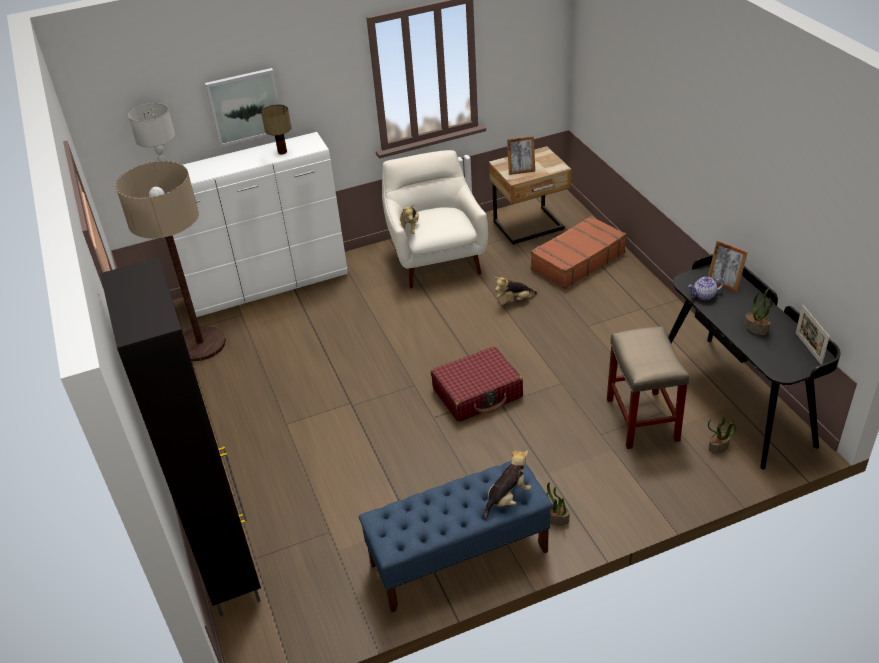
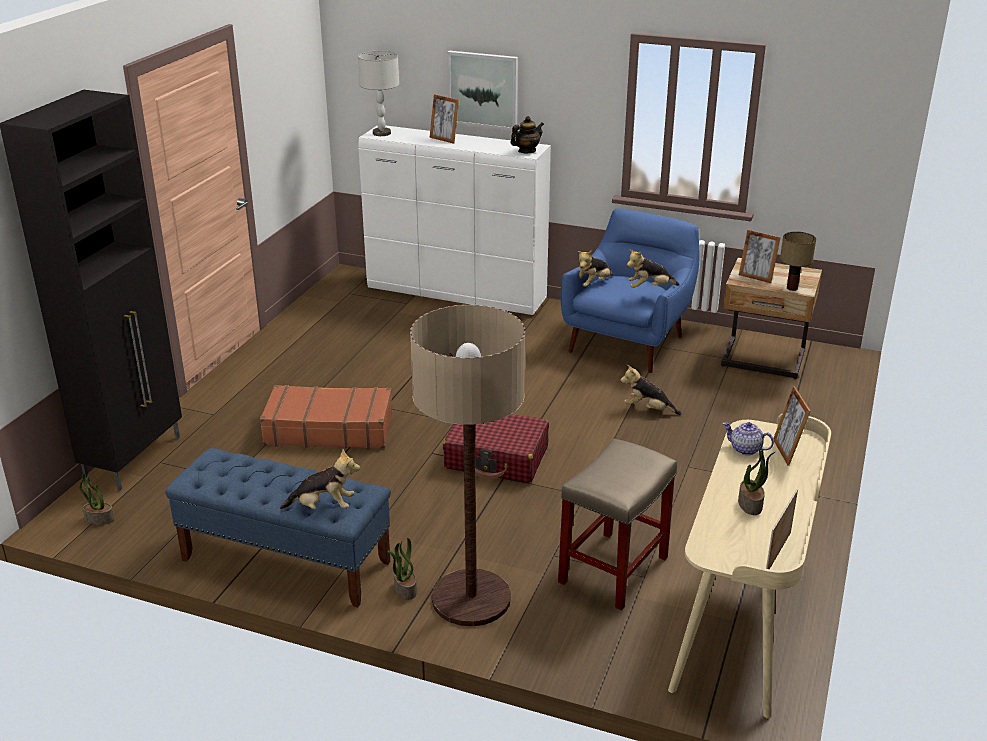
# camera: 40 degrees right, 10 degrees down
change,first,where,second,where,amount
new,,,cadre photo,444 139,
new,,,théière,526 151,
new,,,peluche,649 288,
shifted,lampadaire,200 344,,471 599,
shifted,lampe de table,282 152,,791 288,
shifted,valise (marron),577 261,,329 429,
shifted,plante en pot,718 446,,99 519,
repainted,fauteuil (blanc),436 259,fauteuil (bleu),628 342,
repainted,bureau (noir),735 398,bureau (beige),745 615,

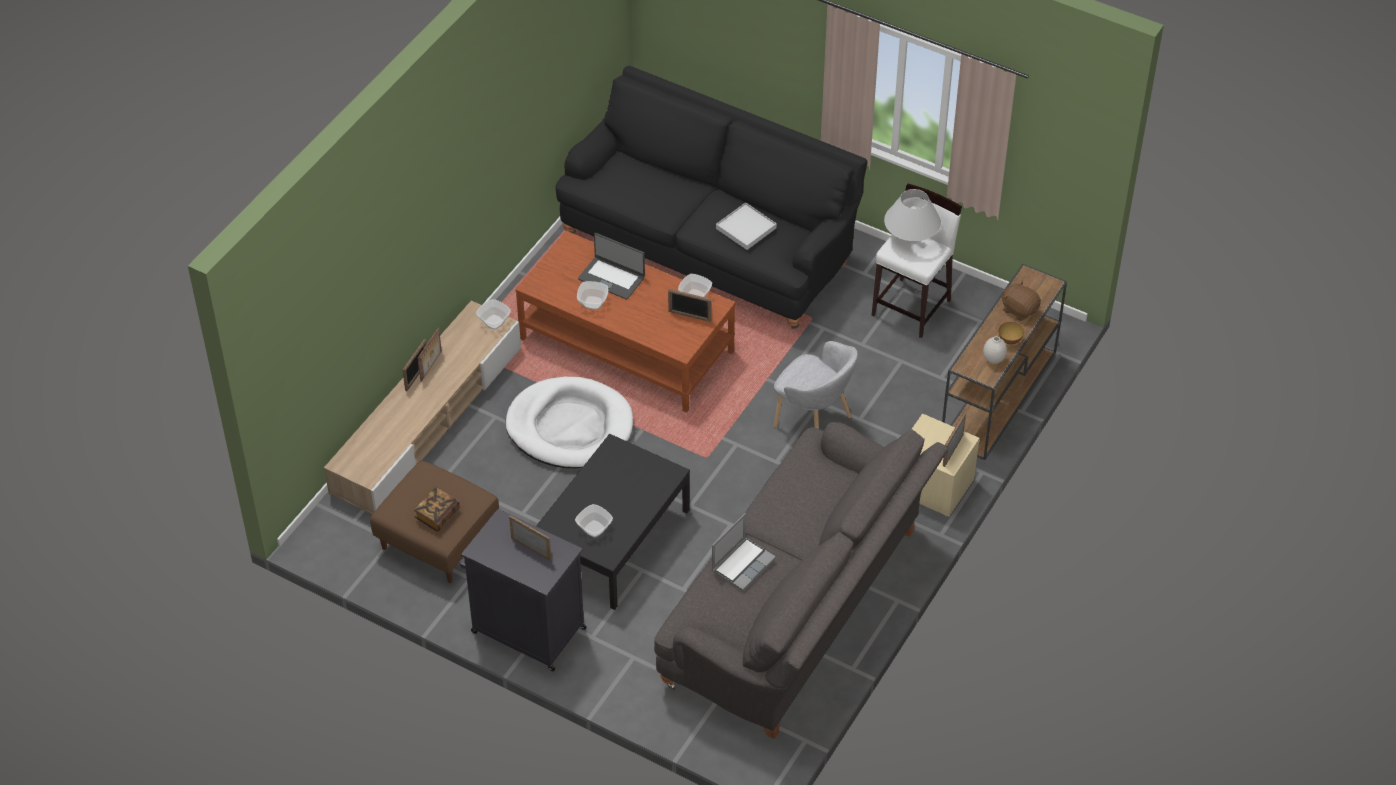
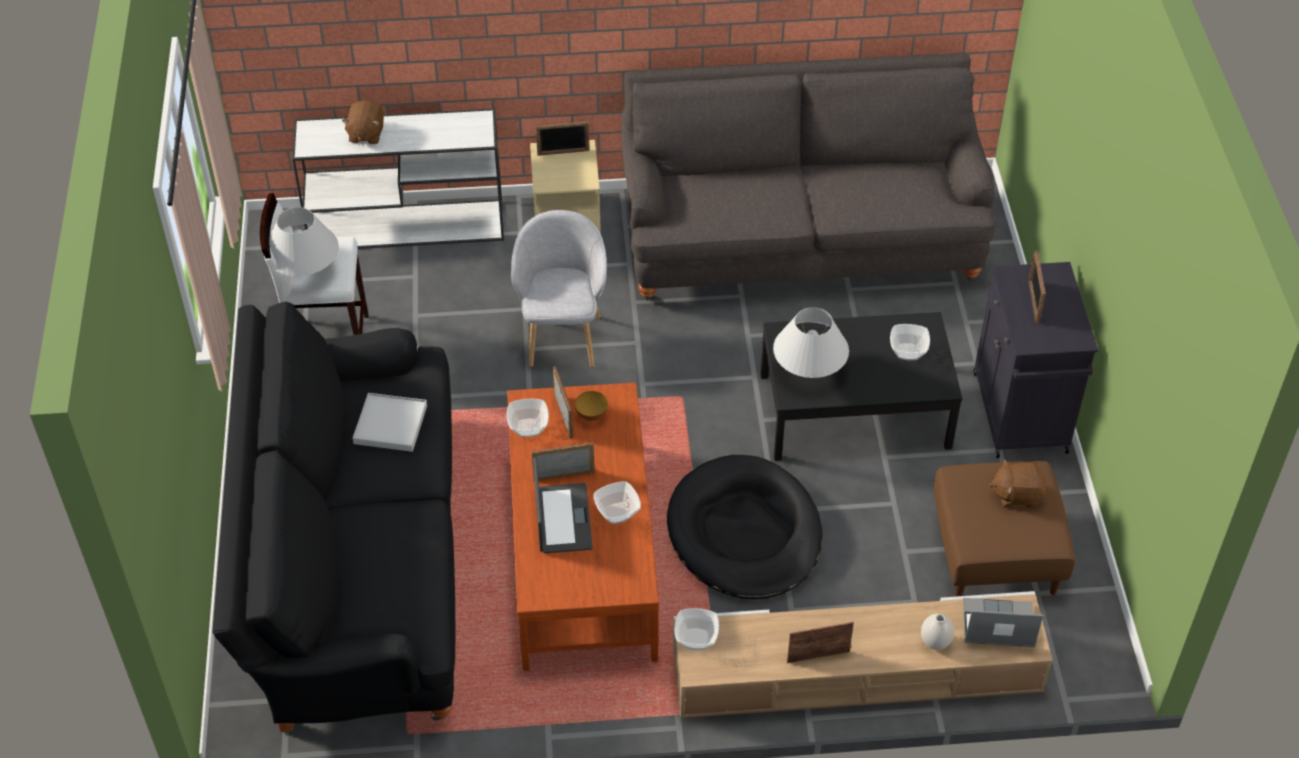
# camera: 125 degrees left, 0 degrees up
change,first,where,second,where,amount
new,,,lampe de table (blanc),808 370,
shifted,cadre photo,417 376,,564 475,
shifted,ordinateur portable,743 564,,997 625,
shifted,vase (blanc),993 360,,934 643,
shifted,bol,1009 340,,591 415,
swapped,livre,437 515,peluche (marron),1016 495,
repainted,panier pour chien (blanc),570 427,panier pour chien (noir),744 533,
repainted,table console (marron),998 397,table console (blanc),409 225,

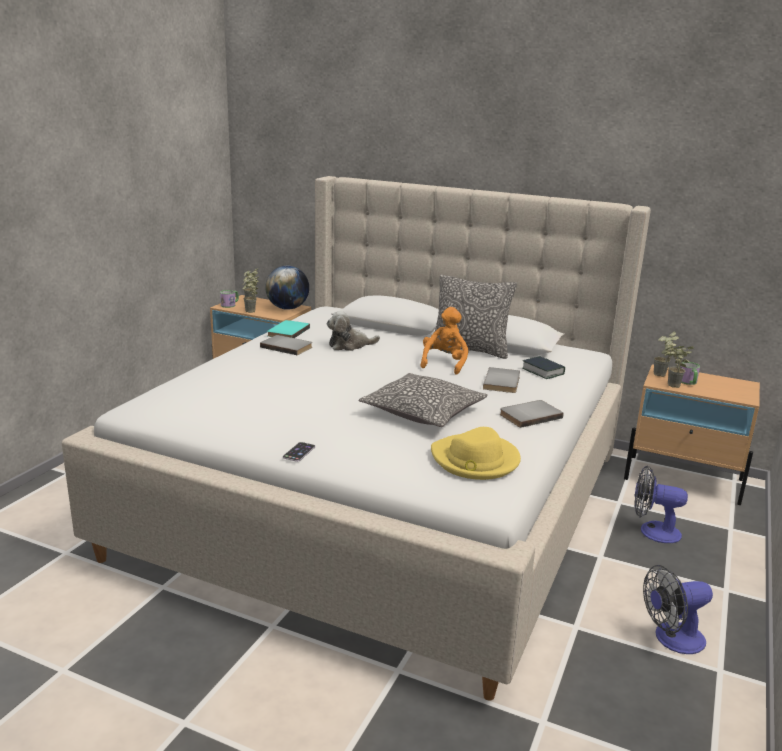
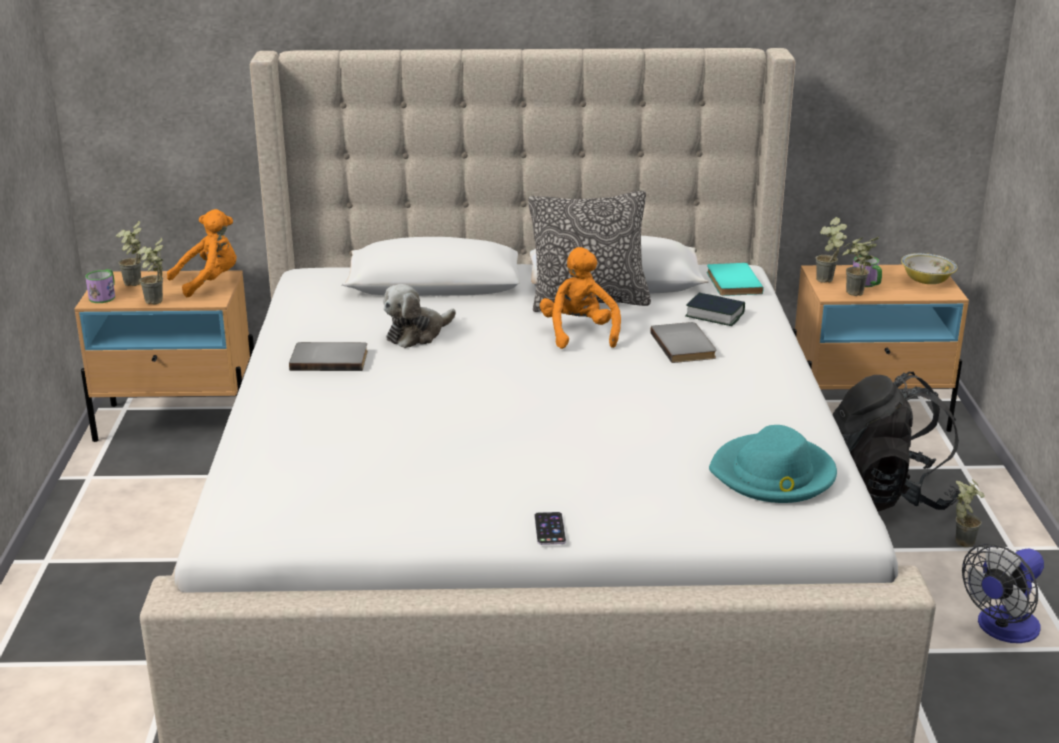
# camera: 25 degrees left, 5 degrees up
change,first,where,second,where,amount
gone,coussin,423 412,,,
gone,livre (gris),529 415,,,
new,,,bol,926 280,
new,,,plante en pot,961 539,
shifted,livre (turquoise),287 332,,731 282,
swapped,globe,287 308,peluche (orange),209 282,
swapped,ventilateur,652 531,sac à dos (noir),884 497,
repainted,chapeau (jaune),475 460,chapeau (turquoise),773 474,

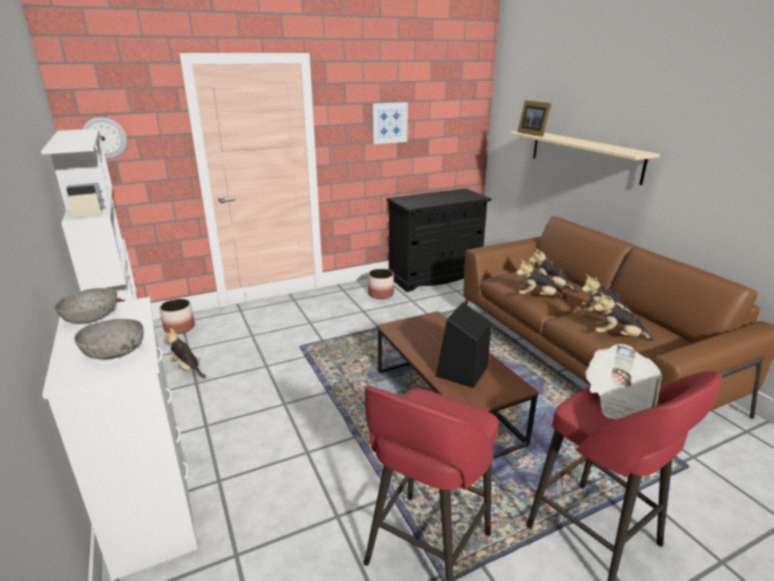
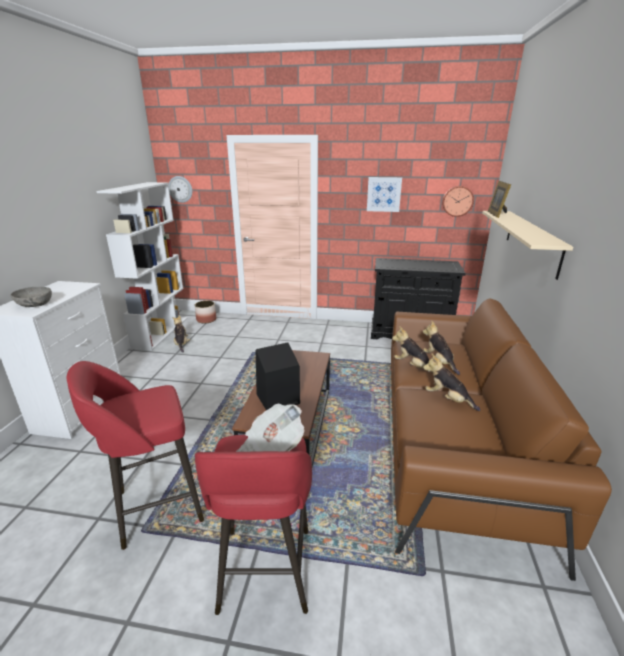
# camera: 35 degrees right, 0 degrees up
change,first,where,second,where,amount
gone,bol (gris),91 317,,,
gone,cache-pot,381 294,,,
gone,peluche,618 337,,,
new,,,horloge murale,457 201,

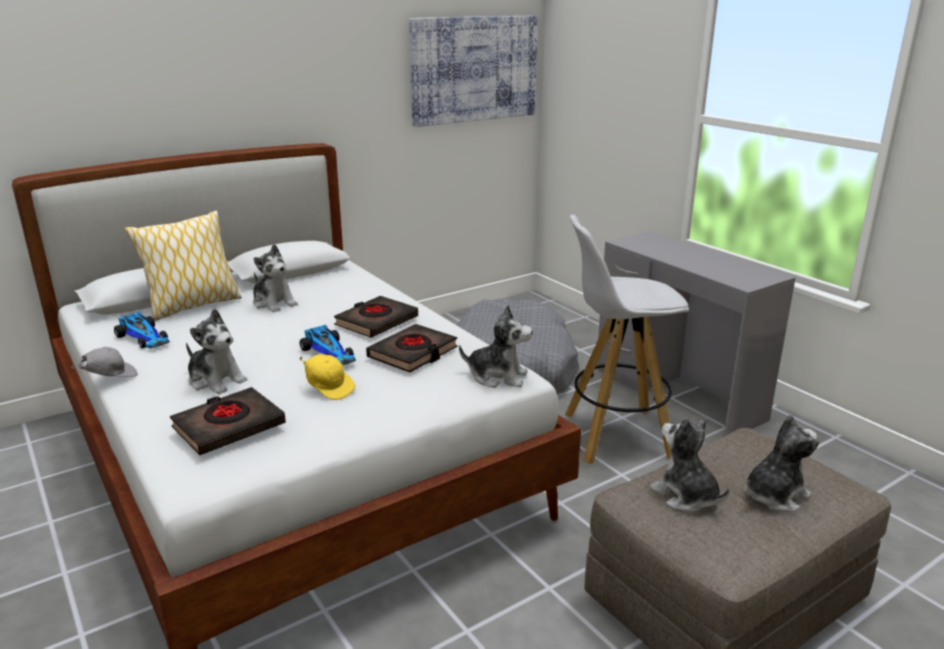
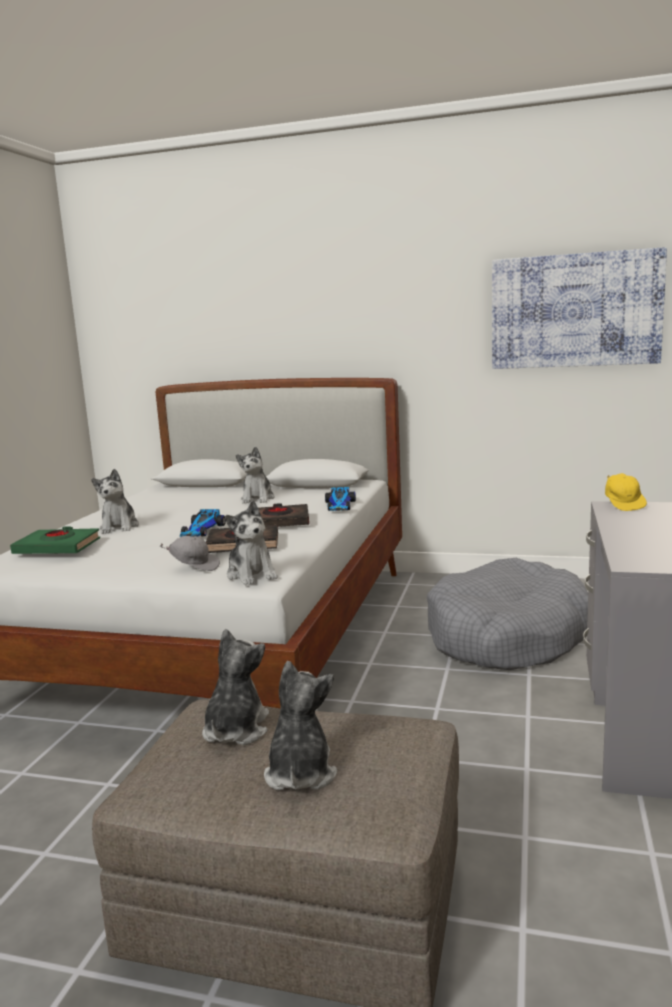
# camera: 50 degrees right, 10 degrees down
change,first,where,second,where,amount
gone,coussin,193 306,,,
gone,tabouret (blanc),615 435,,,
shifted,casquette (gris),110 378,,194 567,
shifted,petite voiture,145 338,,340 506,
shifted,casquette (jaune),329 388,,624 505,
repainted,livre (noir),229 426,livre (vert),57 547,
rotated,peluche,774 495,,300 773,105 degrees counterclockwise

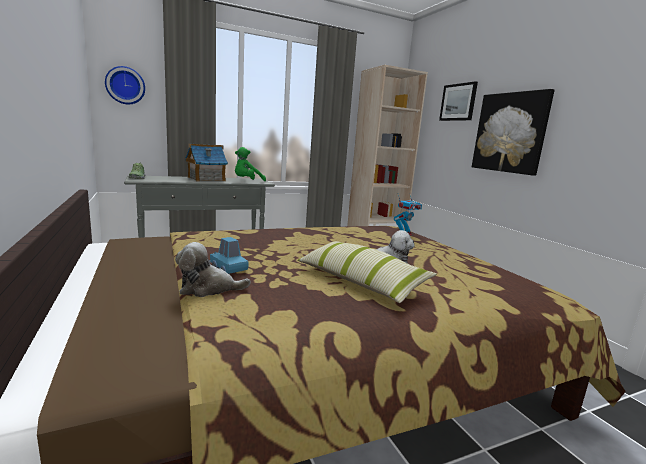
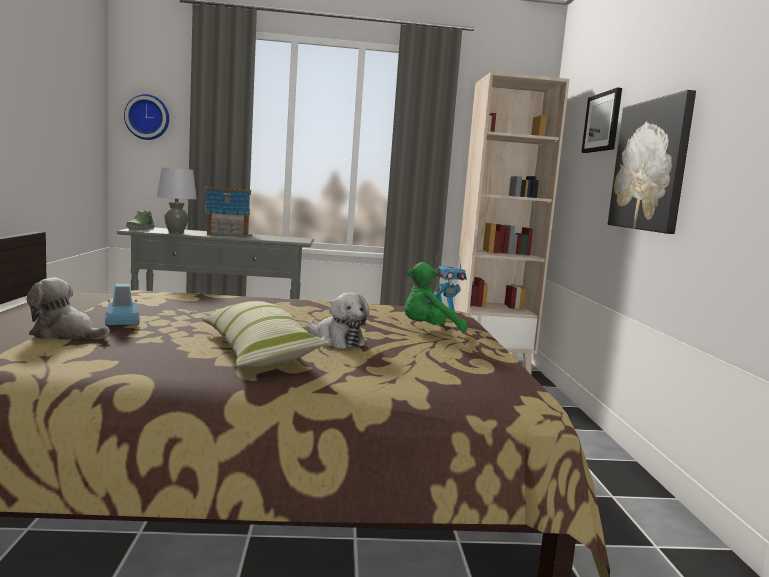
# camera: 20 degrees right, 5 degrees down
change,first,where,second,where,amount
new,,,lampe de table (gris),175 232,
shifted,peluche (vert),247 181,,428 330,

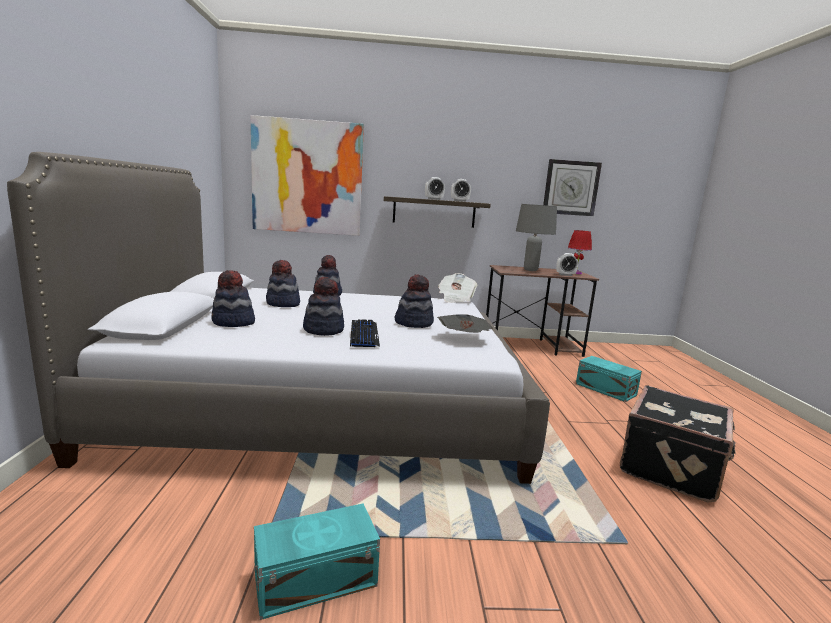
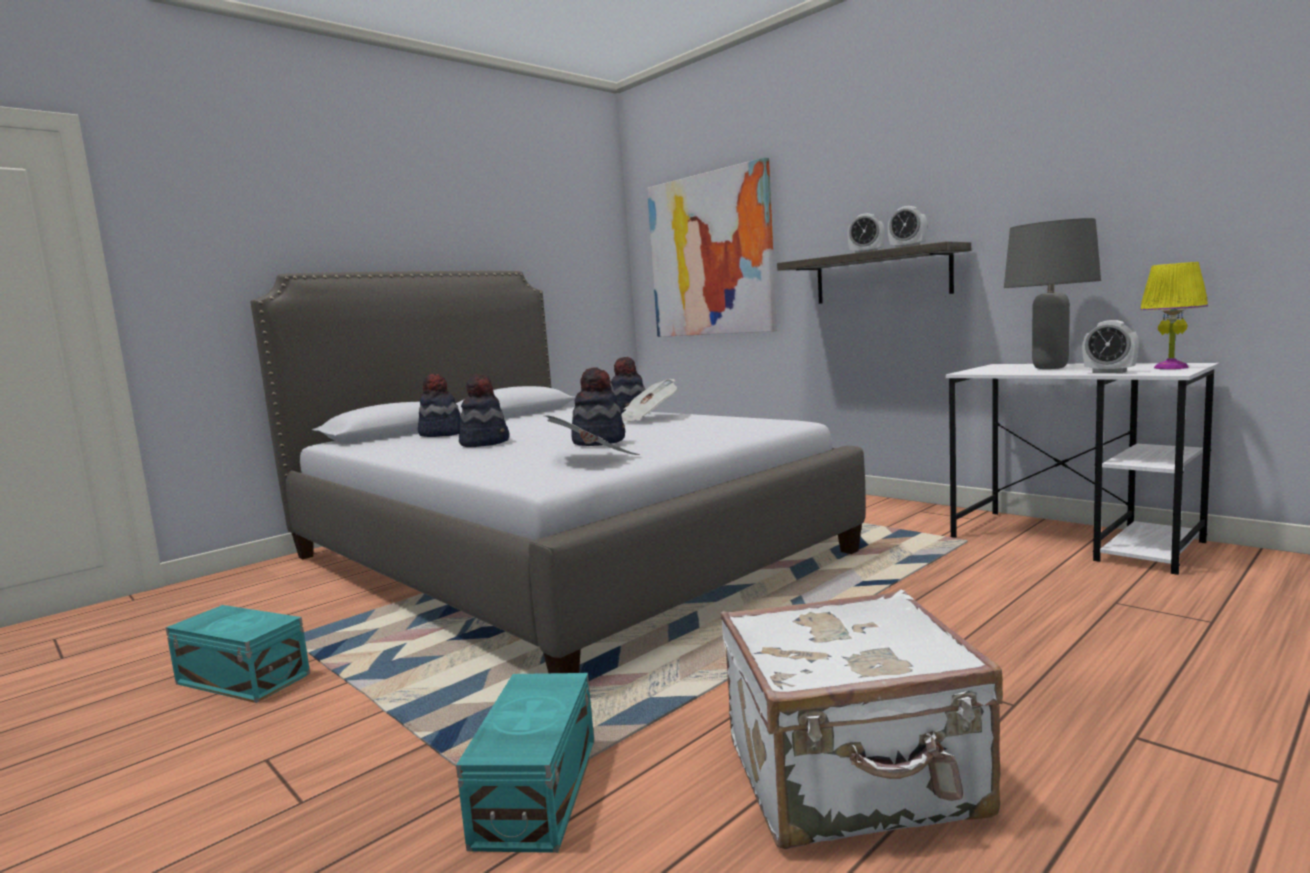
# camera: 50 degrees right, 5 degrees down
change,first,where,second,where,amount
gone,chapeau,283 304,,,
gone,clavier,364 334,,,
gone,horloge murale,571 188,,,
shifted,journal,455 299,,646 419,
shifted,boîte de rangement (turquoise),606 390,,533 793,
repainted,bureau (marron),532 346,bureau (blanc),1074 539,
repainted,lampe de table (rouge),576 273,lampe de table (jaune),1171 367,
repainted,valise (noir),672 468,valise (blanc),854 780,

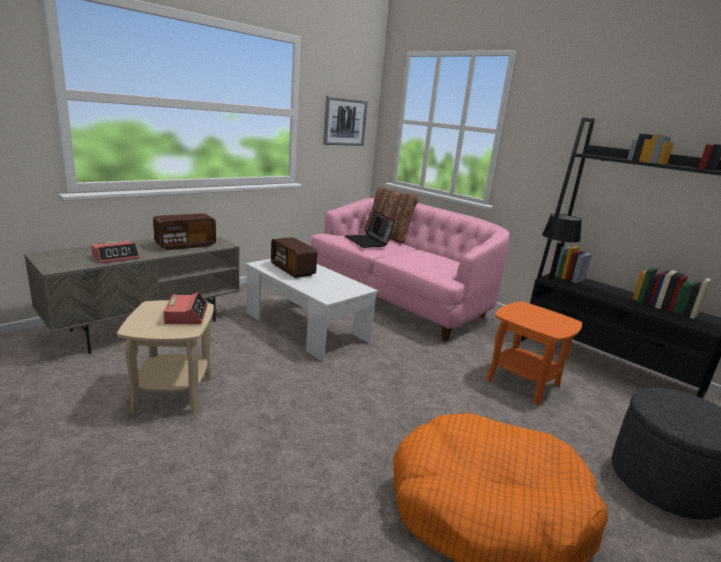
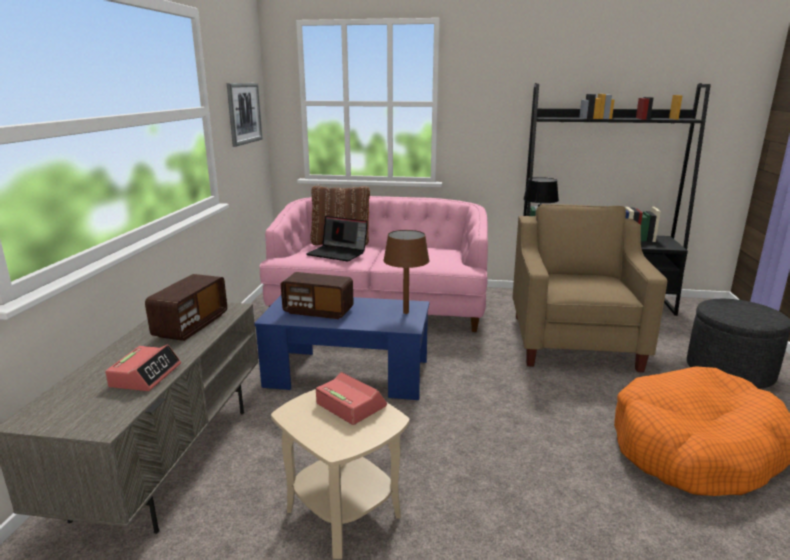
# camera: 35 degrees left, 0 degrees up
change,first,where,second,where,amount
new,,,lampe de table (marron),406 312,
swapped,table d'appoint (orange),523 383,fauteuil (beige),573 341,
repainted,table basse (blanc),306 327,table basse (bleu),347 374,

